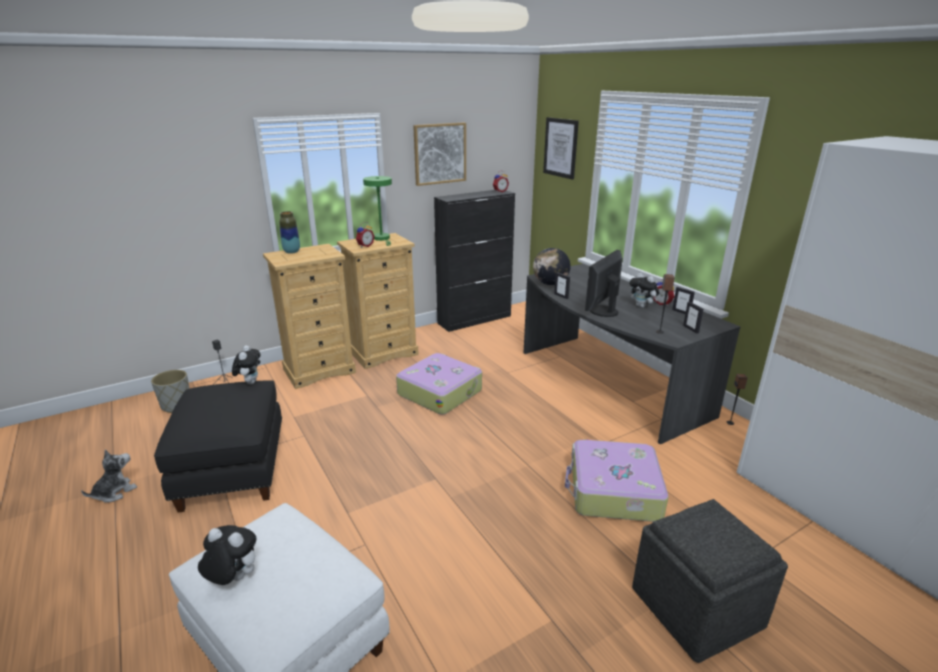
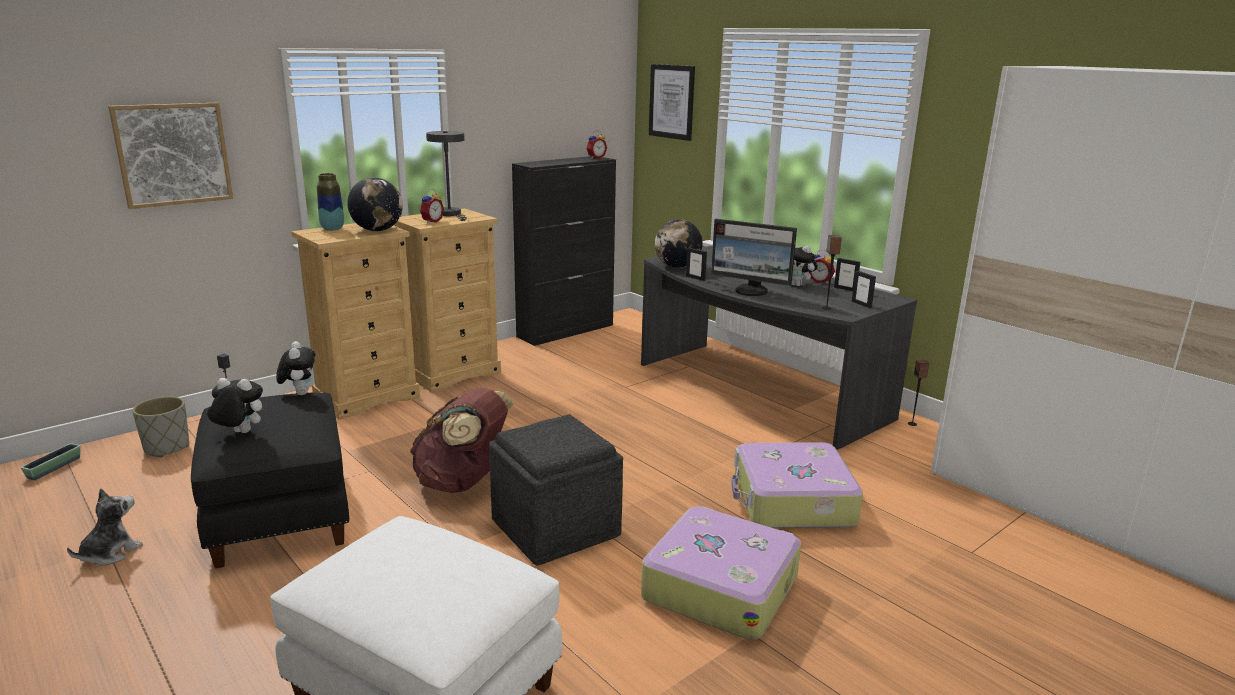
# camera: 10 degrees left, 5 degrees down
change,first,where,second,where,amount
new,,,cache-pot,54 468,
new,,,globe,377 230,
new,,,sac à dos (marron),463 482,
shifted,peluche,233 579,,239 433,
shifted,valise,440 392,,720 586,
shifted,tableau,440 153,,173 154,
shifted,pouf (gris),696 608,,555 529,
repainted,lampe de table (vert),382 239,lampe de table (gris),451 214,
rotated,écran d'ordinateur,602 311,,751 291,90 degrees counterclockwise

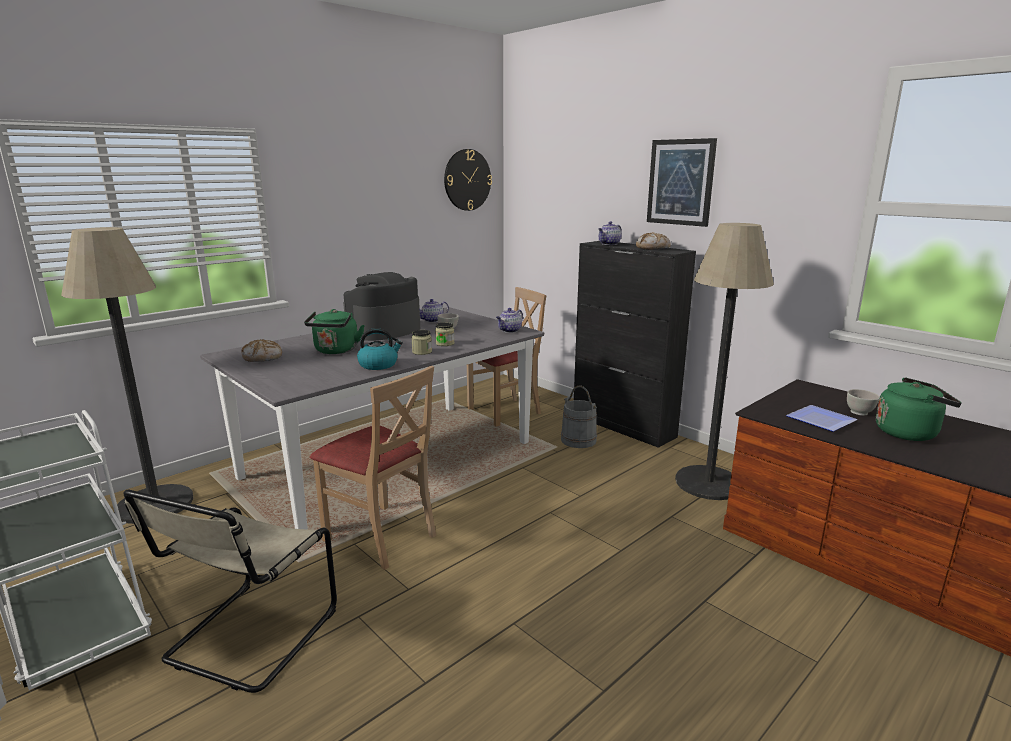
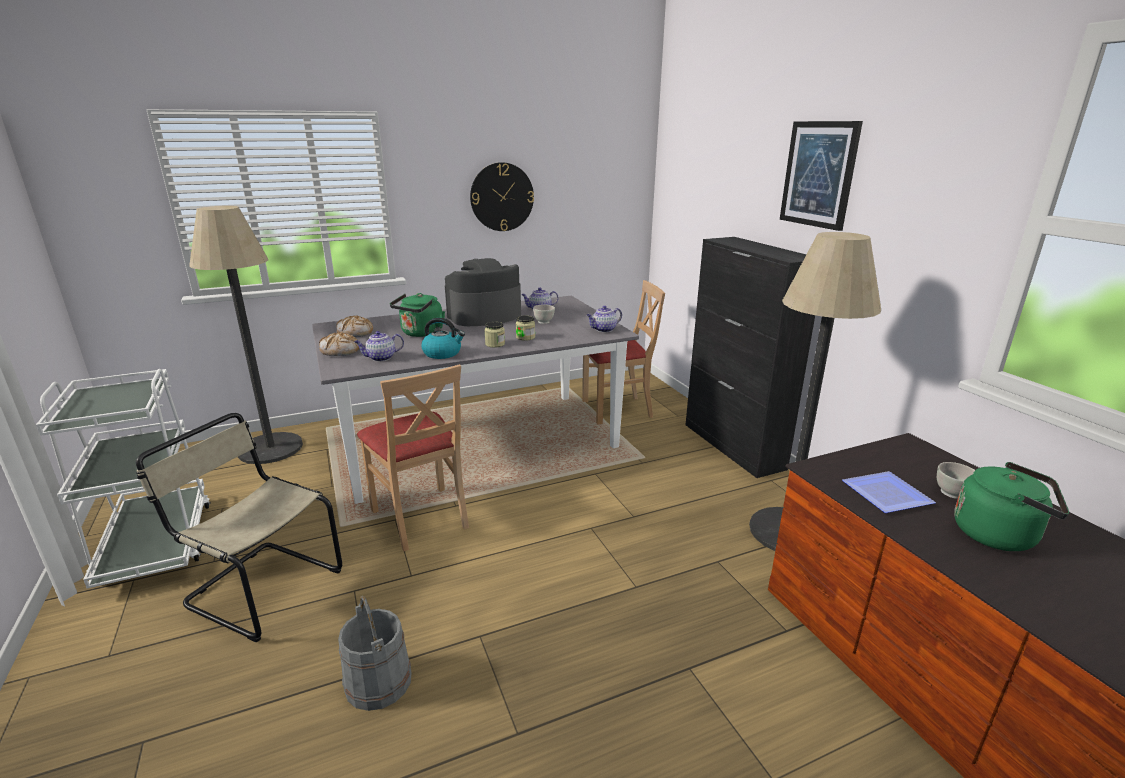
# camera: 20 degrees right, 5 degrees up
change,first,where,second,where,amount
shifted,horloge murale,467 180,,502 197,
shifted,seau (gris),578 440,,379 681,
shifted,théière,609 244,,380 358,
shifted,pain,653 248,,340 351,
rotated,chaise (beige),248 638,,261 587,75 degrees clockwise

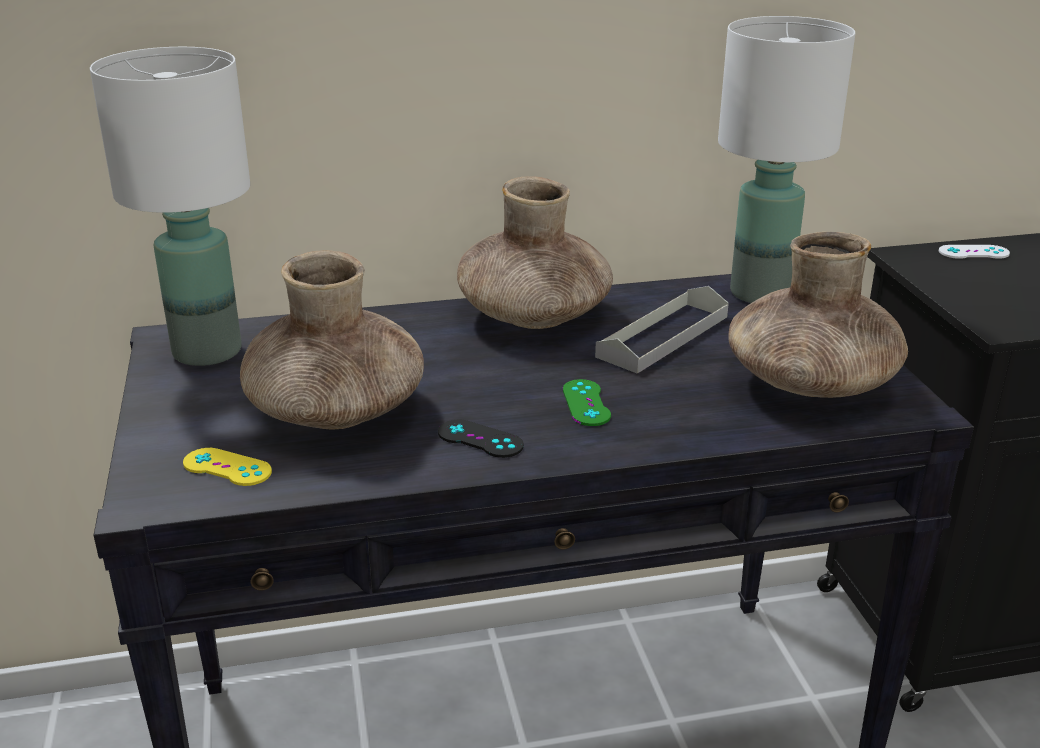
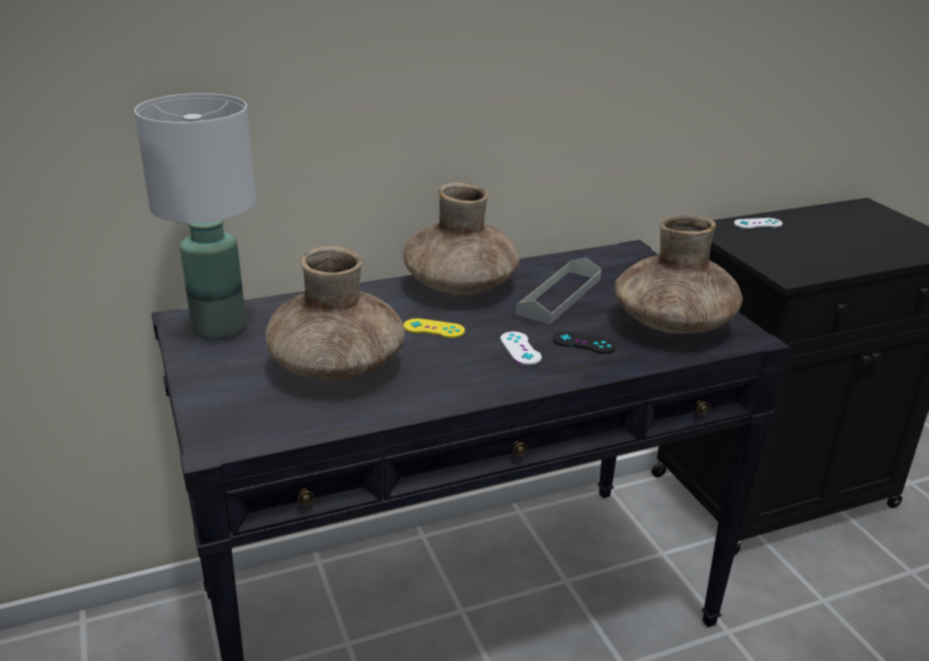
# camera: 10 degrees left, 0 degrees up
change,first,where,second,where,amount
gone,lampe de table (blanc),762 292,,,
shifted,manette (jaune),227 467,,434 329,
shifted,manette (noir),480 439,,584 343,
repainted,manette (vert),586 403,manette (blanc),520 348,

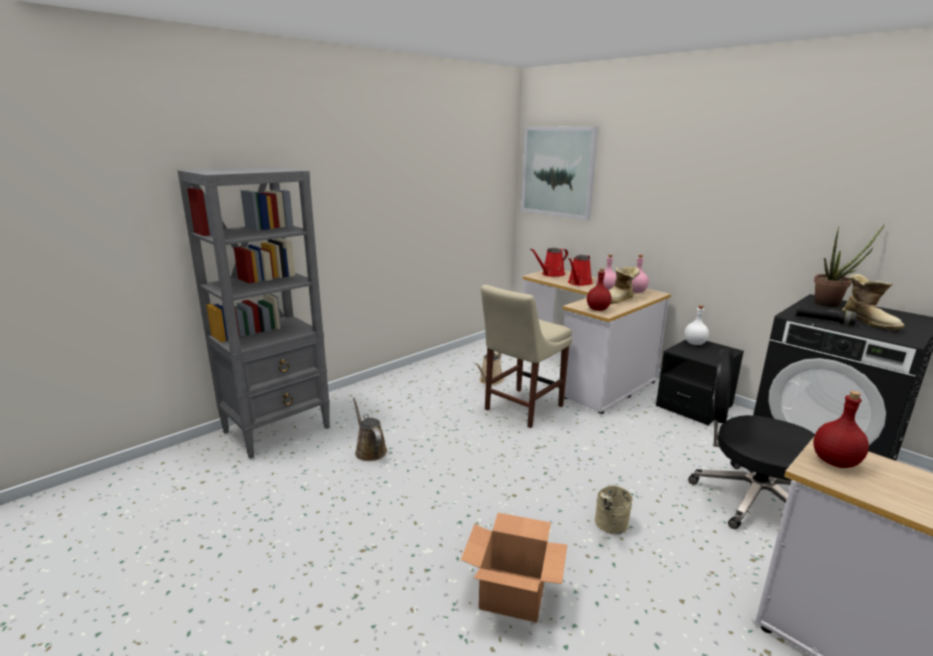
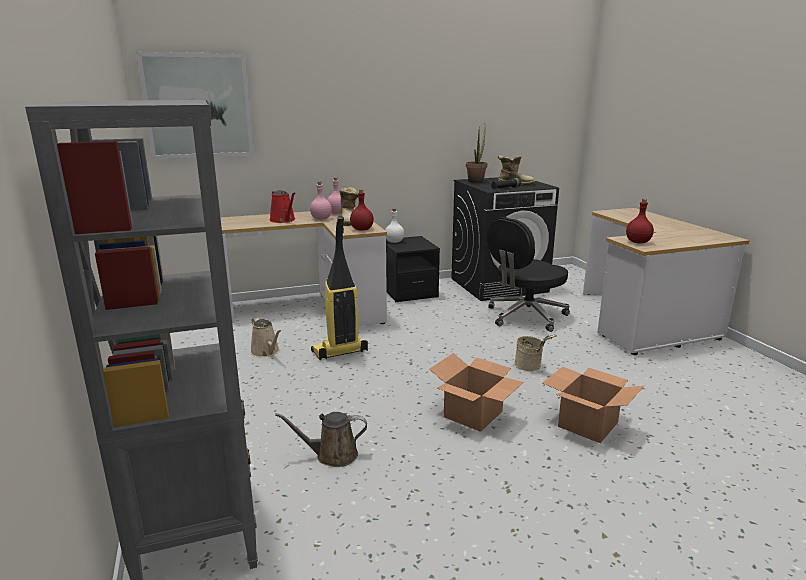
# camera: 65 degrees left, 0 degrees up
change,first,where,second,where,amount
gone,arrosoir (rouge),551 274,,,
new,,,carton,473 413,
swapped,chaise (beige),521 409,aspirateur,339 352,

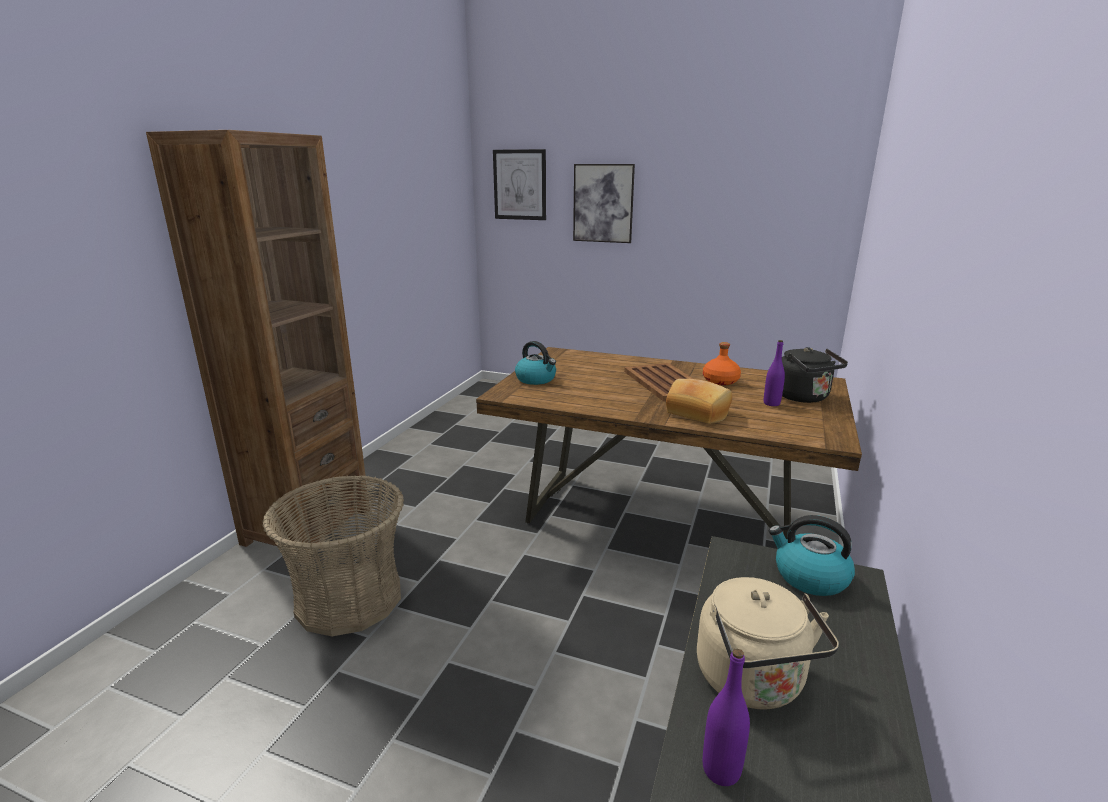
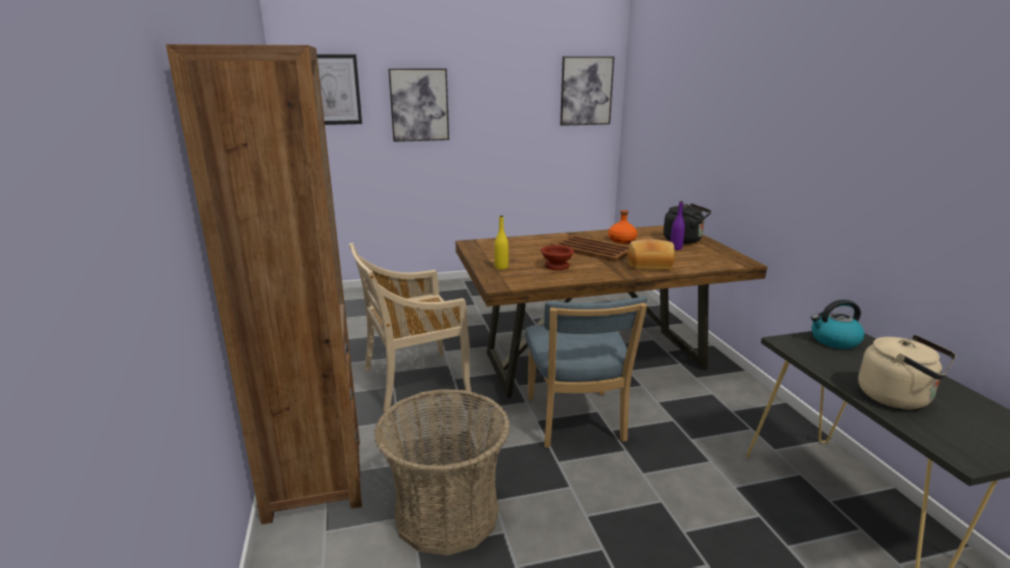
# camera: 35 degrees left, 0 degrees up
change,first,where,second,where,amount
gone,bouteille (violet),721 770,,,
new,,,chaise (beige),413 381,
new,,,chaise (bleu),576 422,
new,,,bol (marron),557 266,
new,,,tableau,586 91,
swapped,bouilloire,536 379,bouteille (jaune),501 267,

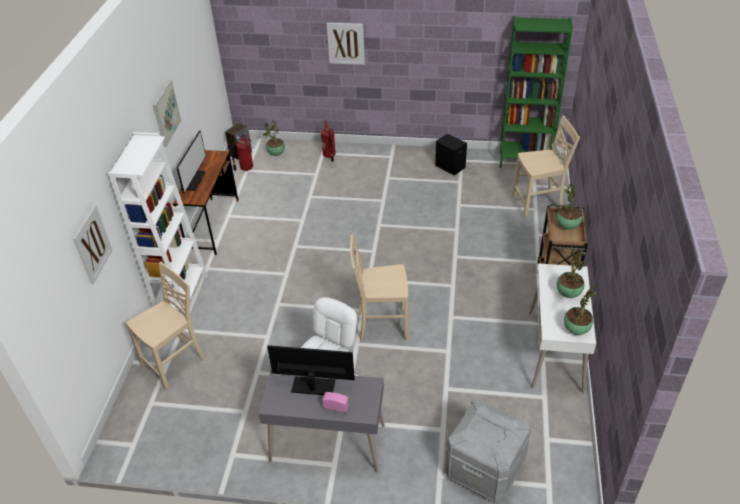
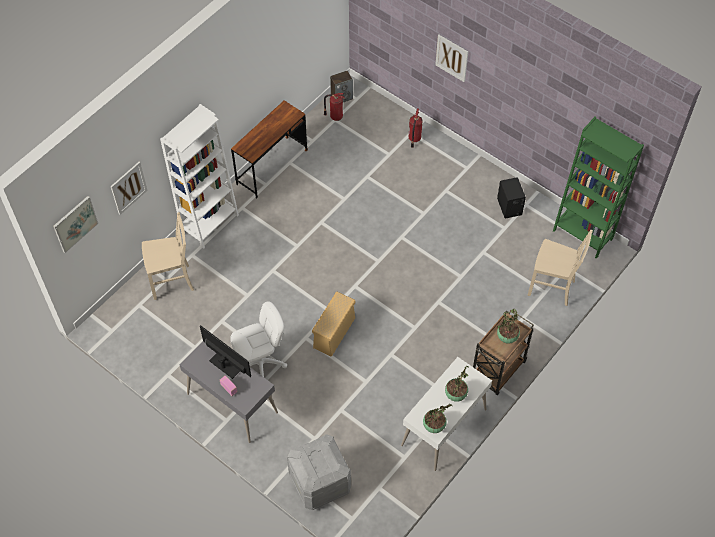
# camera: 30 degrees right, 15 degrees up
change,first,where,second,where,amount
gone,écran d'ordinateur,193 180,,,
gone,plante en pot,276 154,,,
shifted,tableau,166 113,,75 224,
swapped,chaise (beige),381 325,boîte de rangement (beige),334 332,

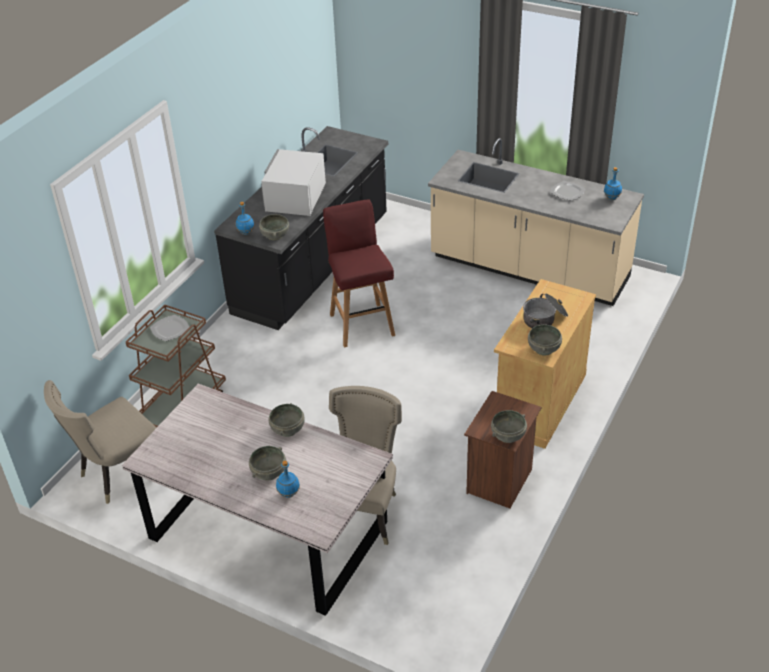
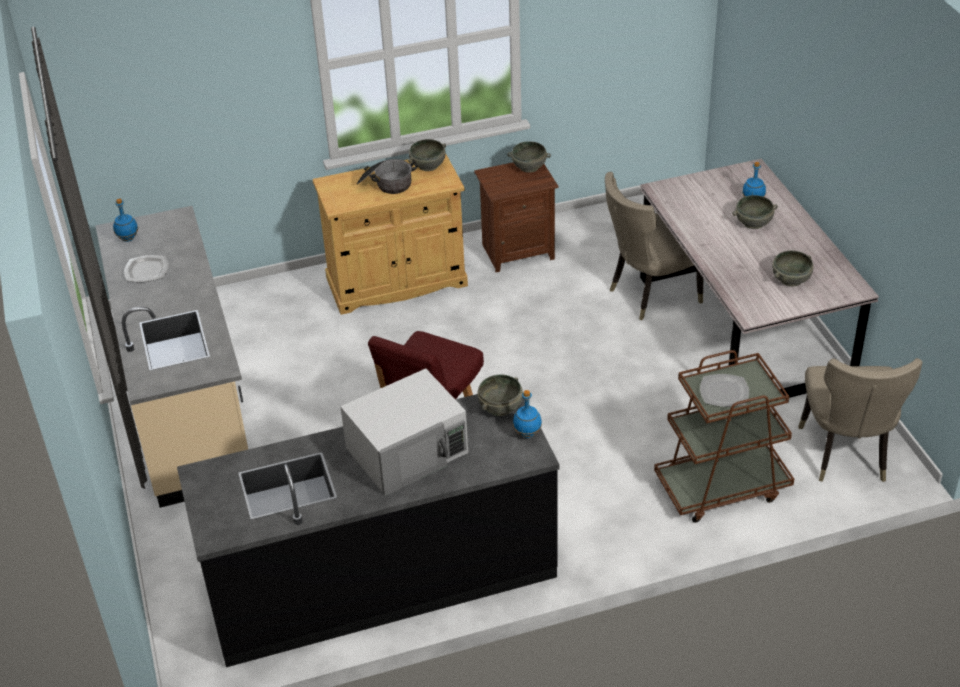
# camera: 135 degrees left, 0 degrees up
change,first,where,second,where,amount
shifted,bol (gris),288 429,,790 279,
rotated,chaise (beige),118 475,,846 456,90 degrees clockwise

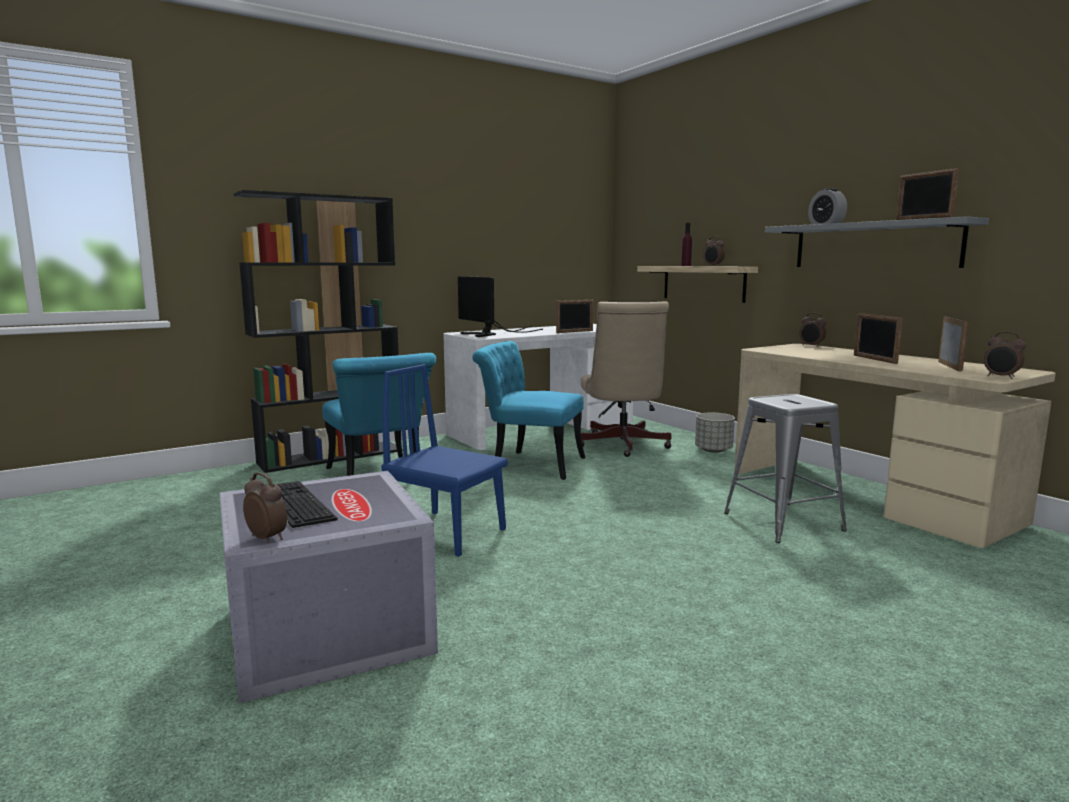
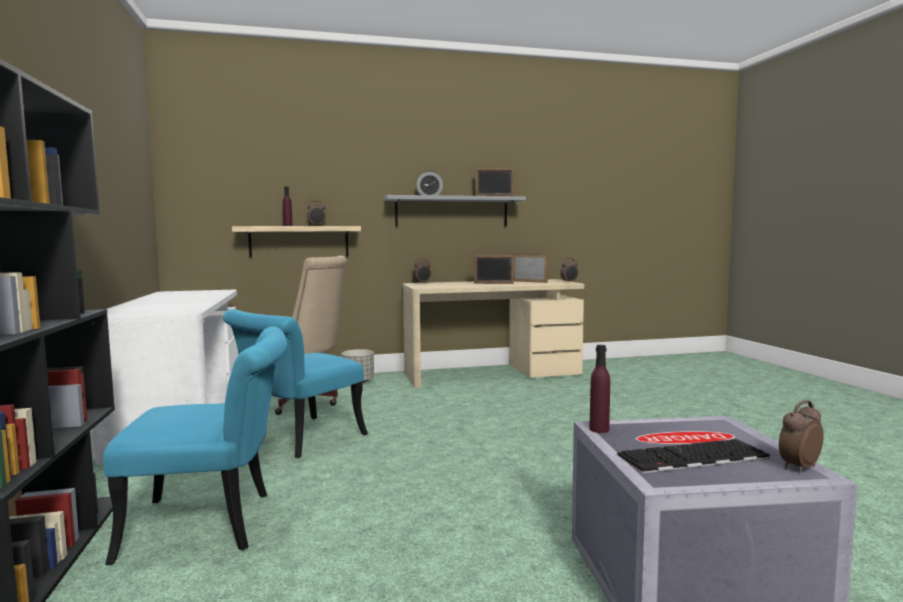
# camera: 70 degrees left, 5 degrees down
change,first,where,second,where,amount
gone,chaise (bleu),446 532,,,
gone,écran d'ordinateur,490 334,,,
gone,cadre photo,575 332,,,
gone,tabouret (gris),784 522,,,
new,,,bouteille (violet),599 429,

